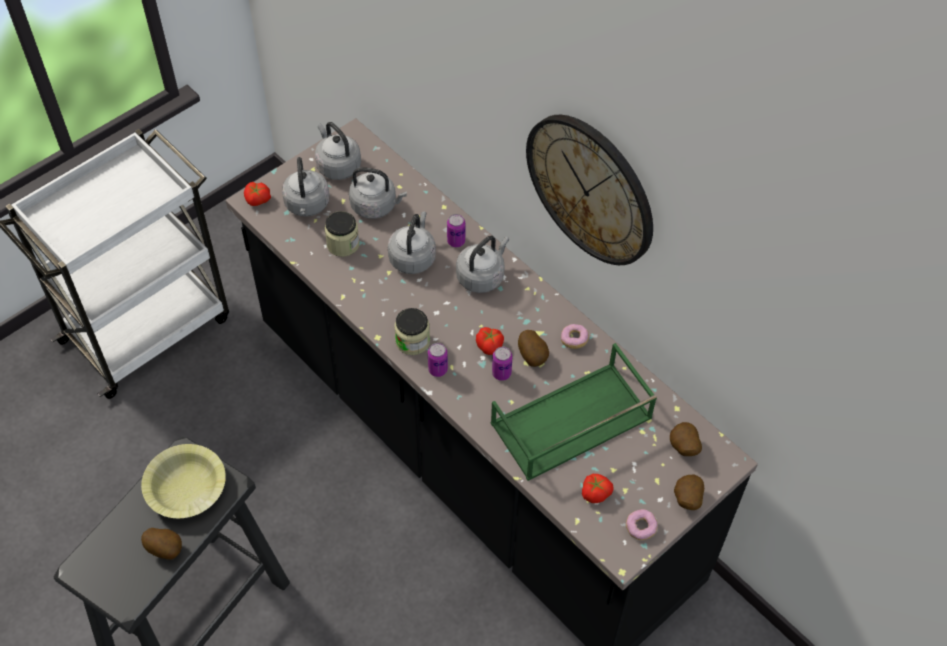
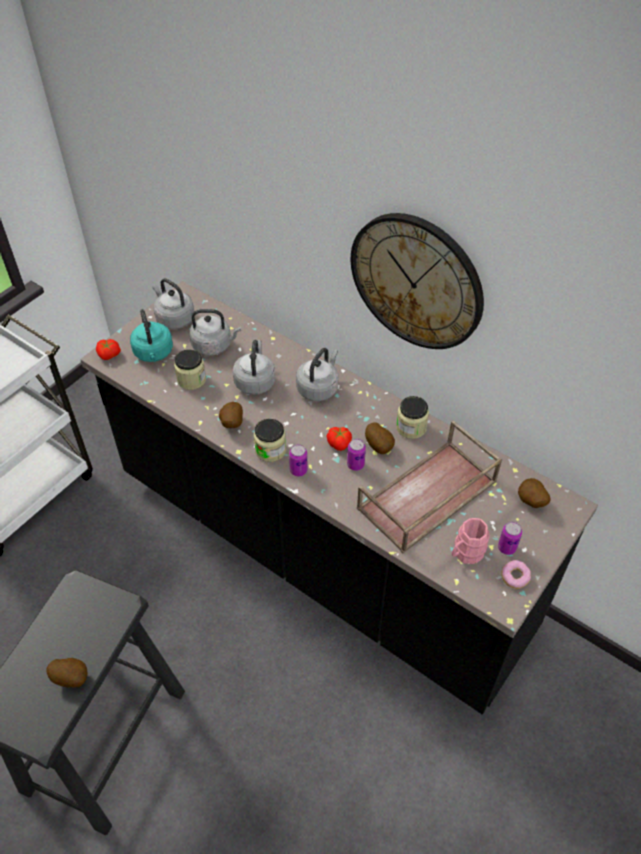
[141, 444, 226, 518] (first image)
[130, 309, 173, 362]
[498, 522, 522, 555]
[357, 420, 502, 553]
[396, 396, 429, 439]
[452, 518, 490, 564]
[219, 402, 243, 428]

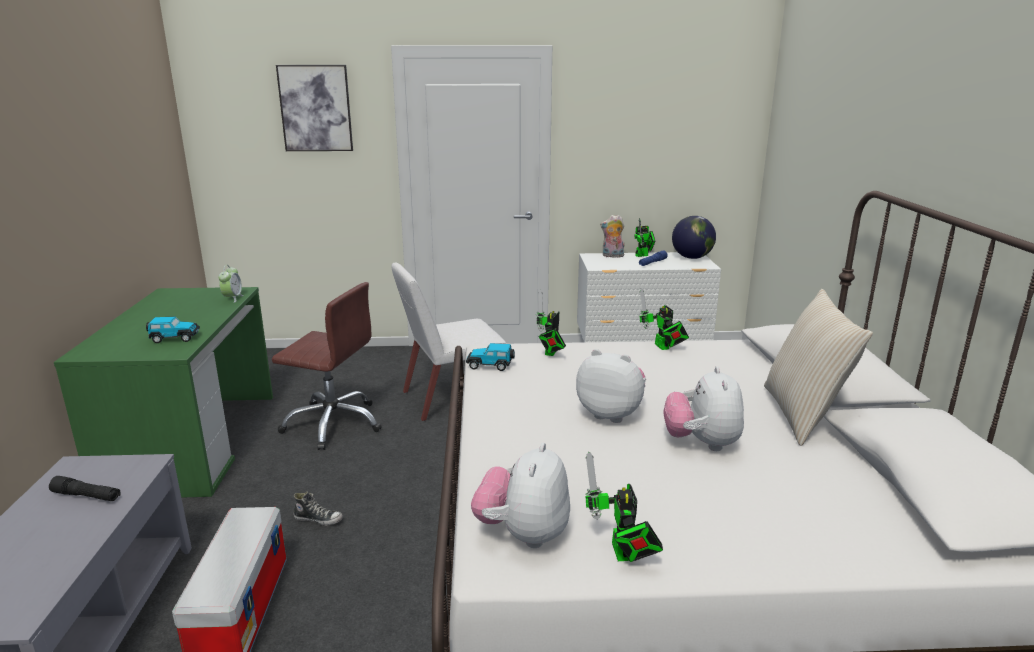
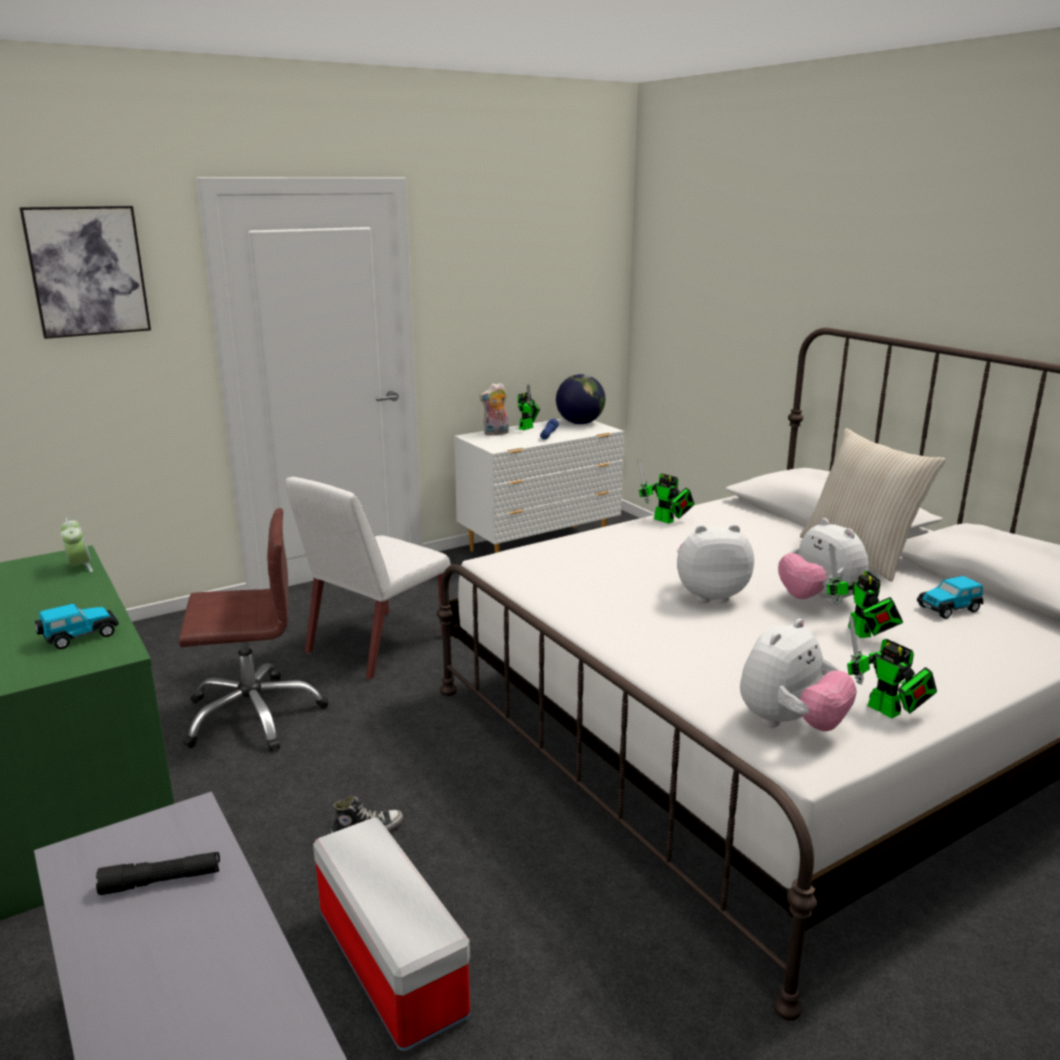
[917, 576, 983, 619]
[740, 618, 857, 731]
[827, 544, 903, 638]

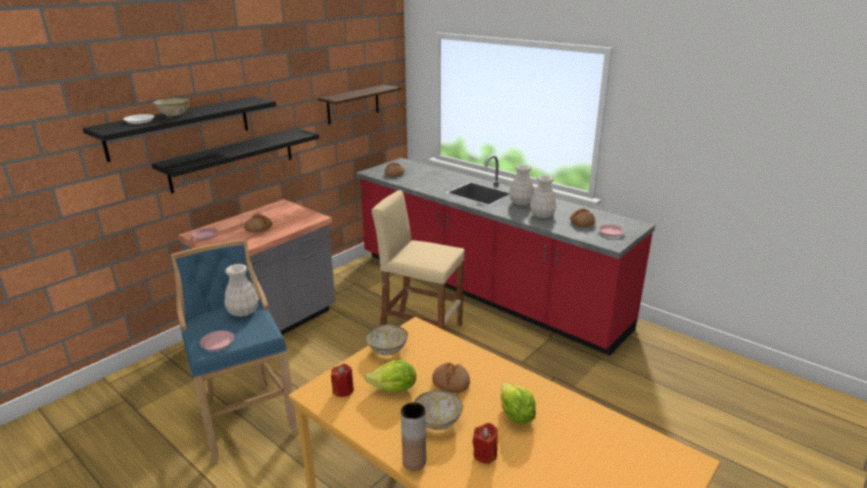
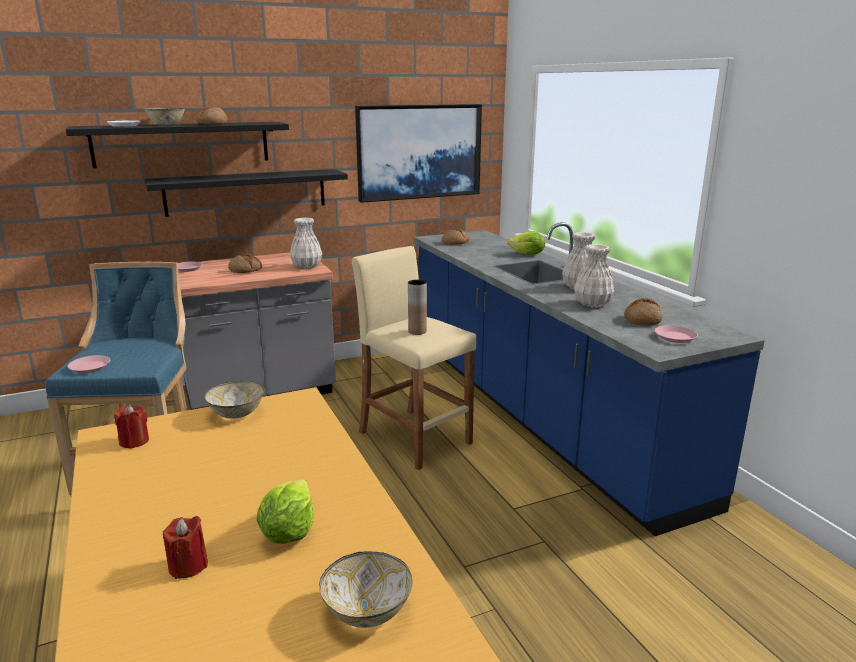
[290, 218, 322, 269]
[355, 104, 482, 203]
[413, 222, 765, 536]
[508, 231, 545, 255]
[408, 280, 427, 335]
[319, 551, 413, 628]
[196, 107, 228, 124]

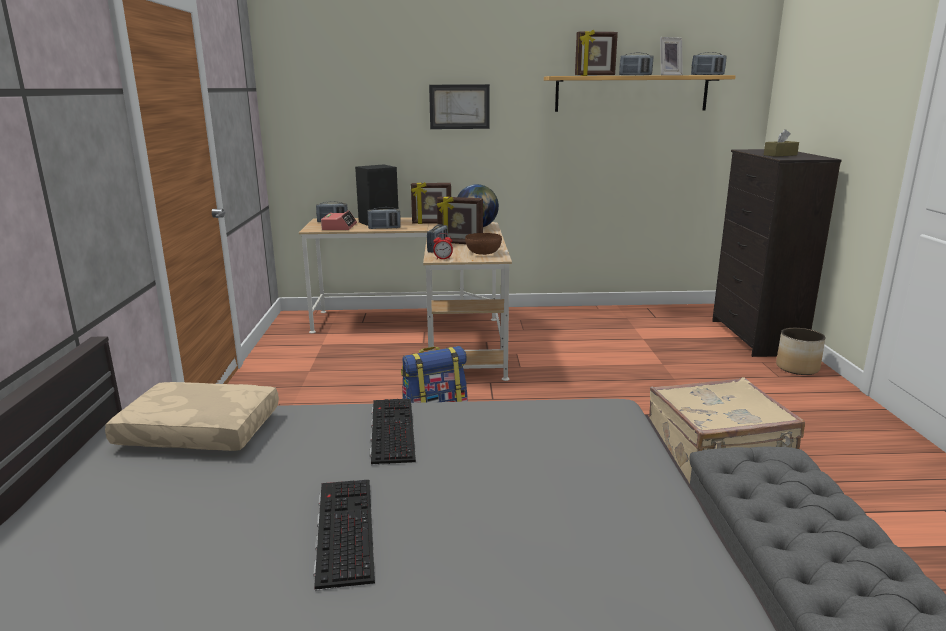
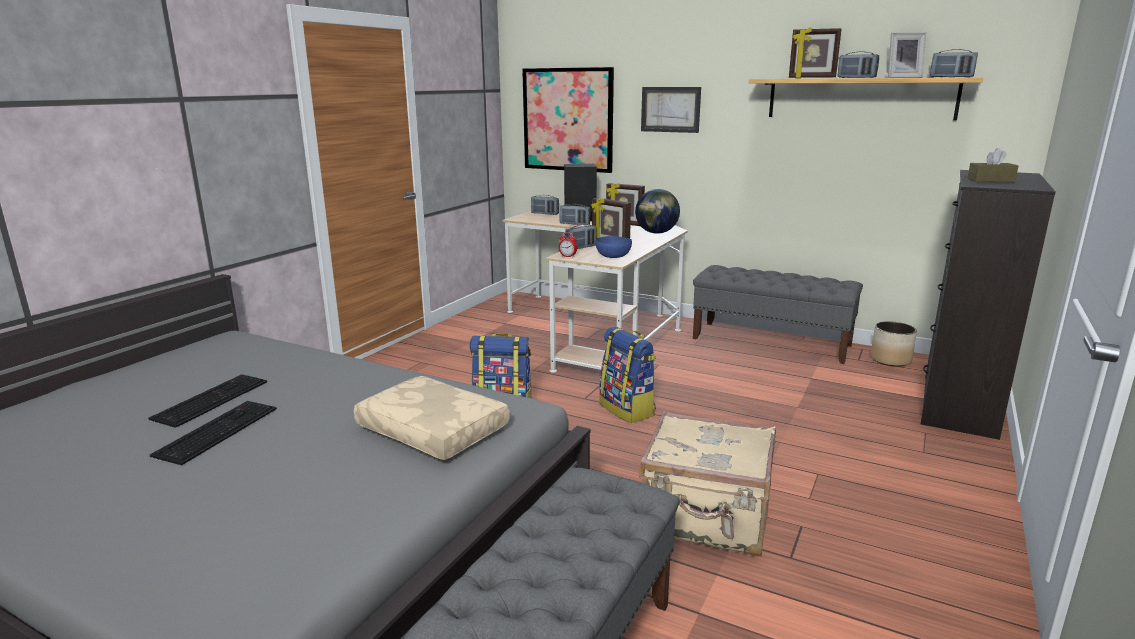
[354, 376, 509, 460]
[321, 210, 357, 230] (first image)
[148, 374, 267, 428]
[595, 236, 632, 258]
[870, 321, 917, 366]
[522, 67, 614, 173]
[599, 327, 656, 423]
[693, 265, 863, 364]

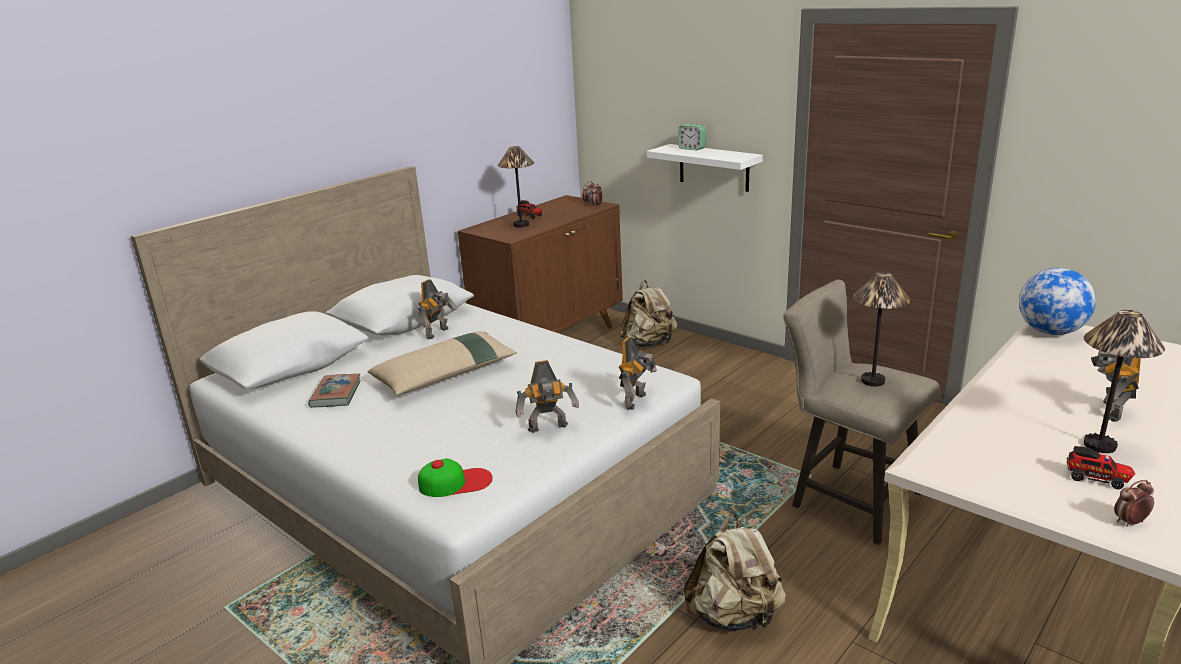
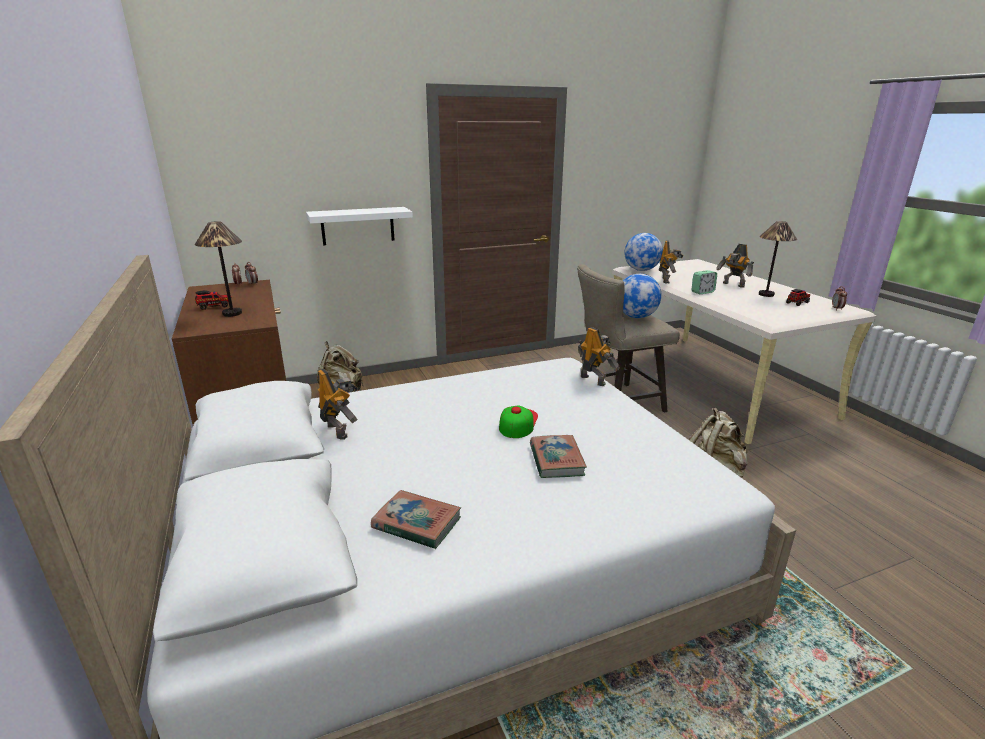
[367, 331, 517, 395] (first image)
[499, 406, 538, 438]
[659, 240, 684, 284]
[691, 270, 717, 294]
[623, 274, 662, 318]
[530, 435, 587, 478]

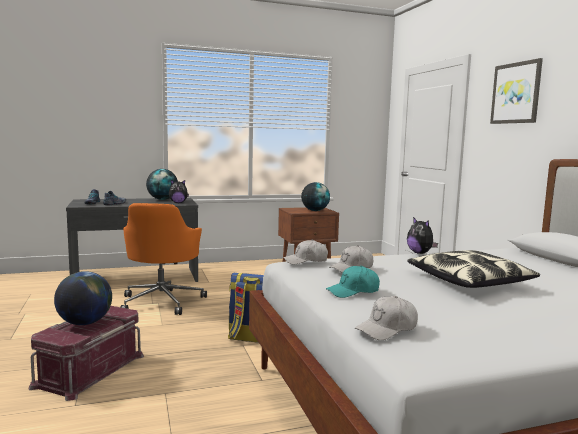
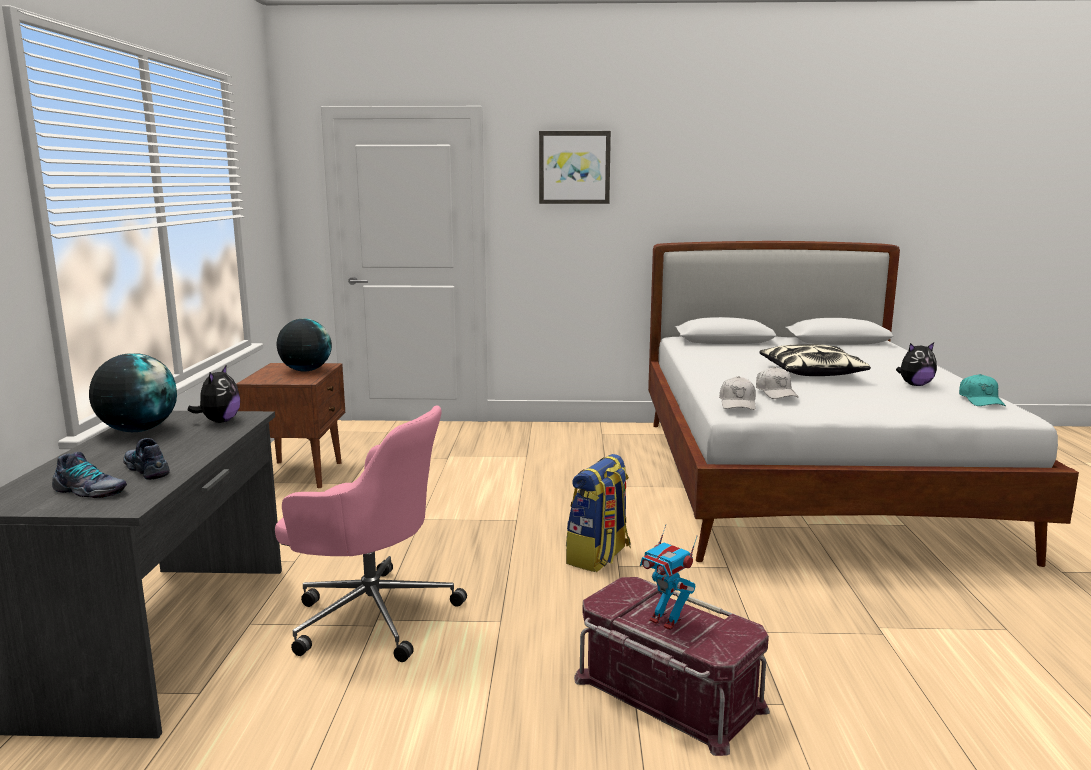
[640, 525, 698, 630]
[275, 406, 467, 662]
[959, 374, 1006, 406]
[355, 296, 418, 340] (first image)
[896, 342, 937, 386]

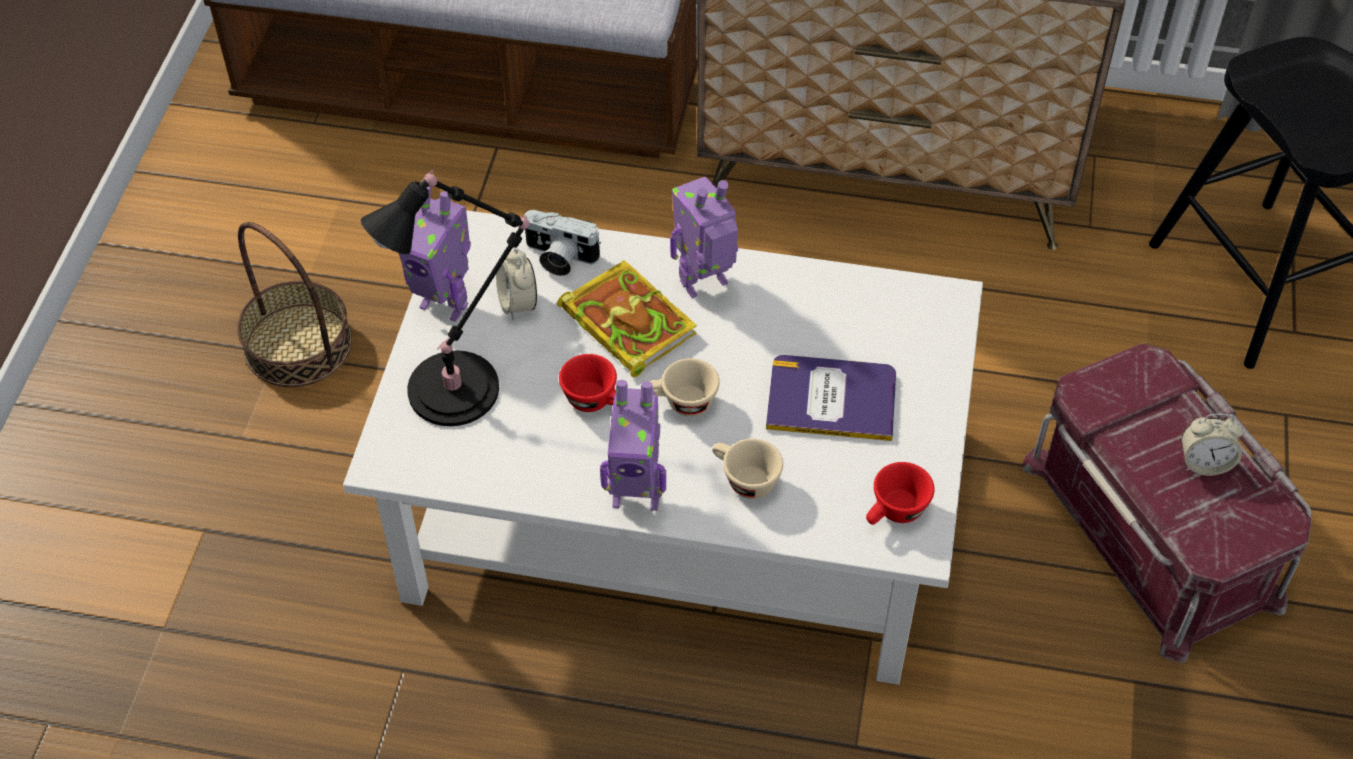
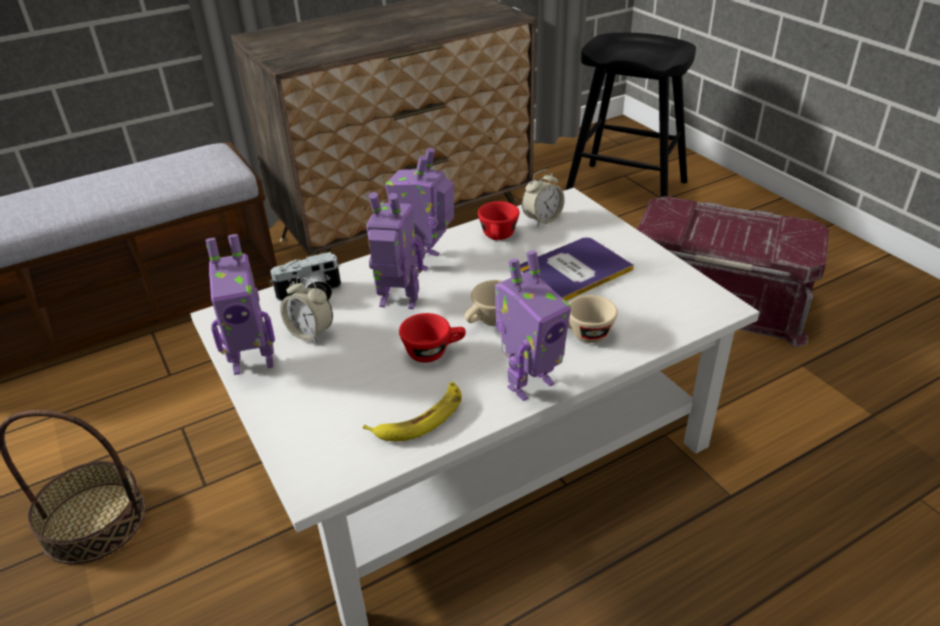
[361, 169, 529, 426] (first image)
[366, 192, 423, 309]
[478, 201, 519, 240]
[522, 170, 565, 227]
[363, 382, 462, 441]

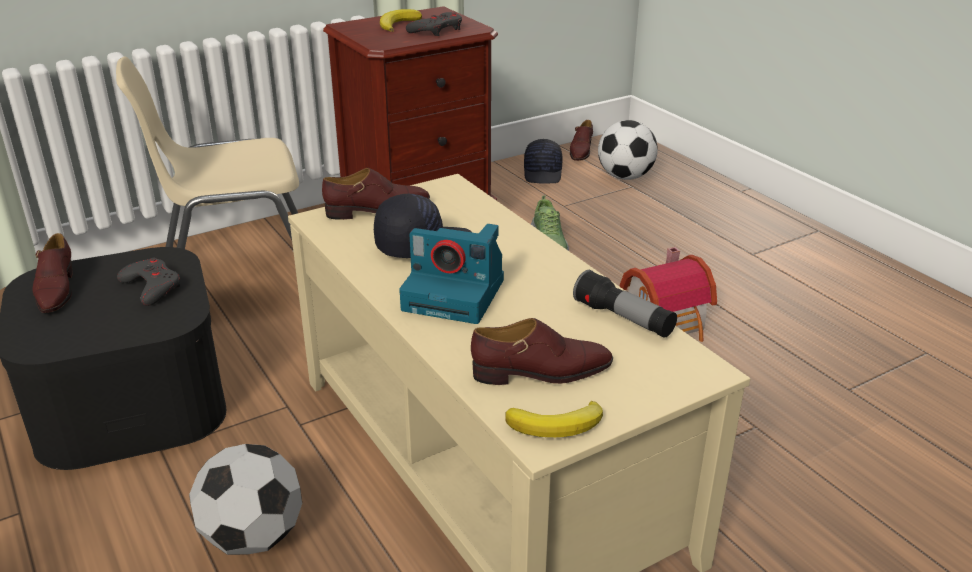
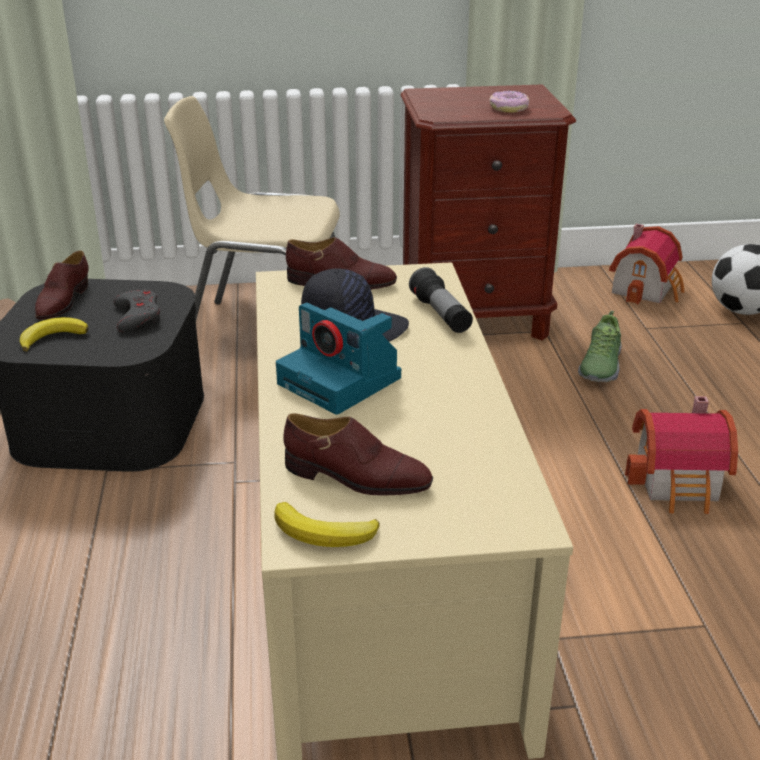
[189, 444, 302, 555] (first image)
[20, 317, 88, 351]
[489, 91, 529, 113]
[609, 224, 684, 304]
[570, 120, 593, 161] (first image)
[409, 267, 473, 333]

